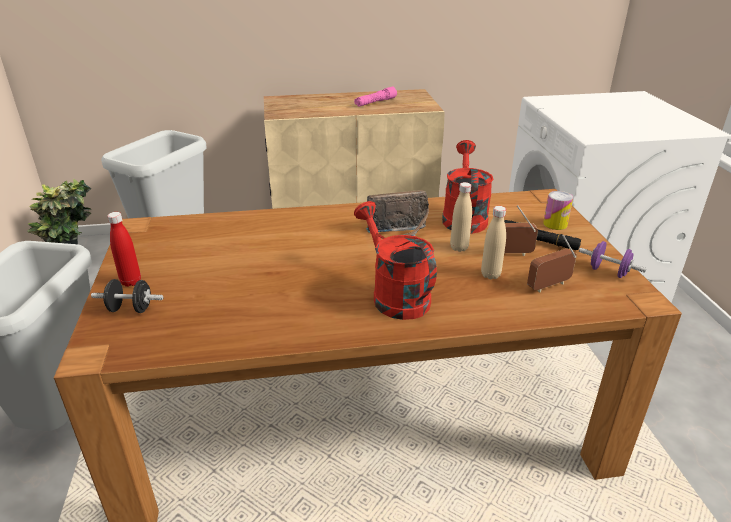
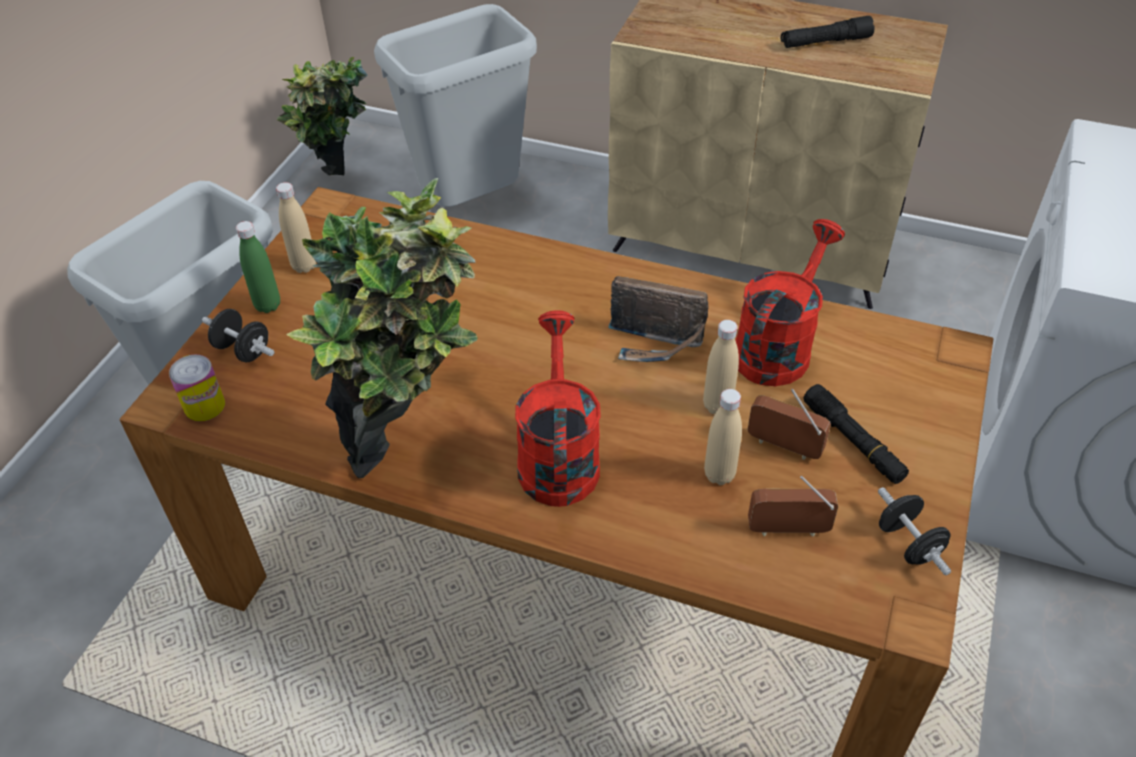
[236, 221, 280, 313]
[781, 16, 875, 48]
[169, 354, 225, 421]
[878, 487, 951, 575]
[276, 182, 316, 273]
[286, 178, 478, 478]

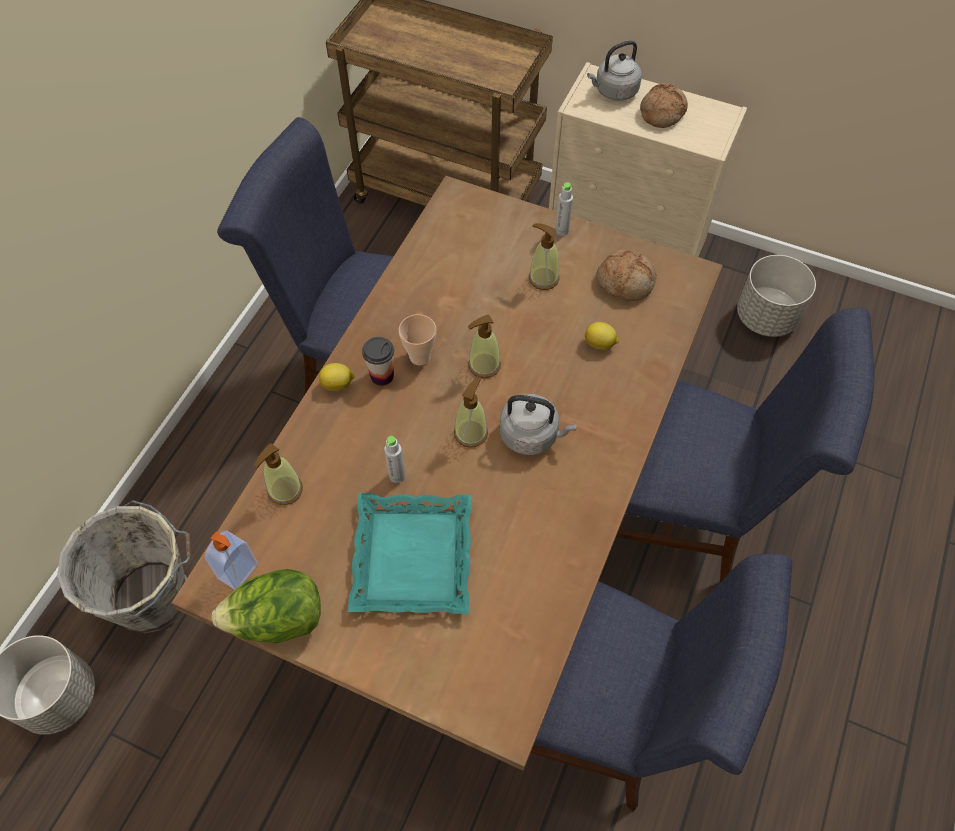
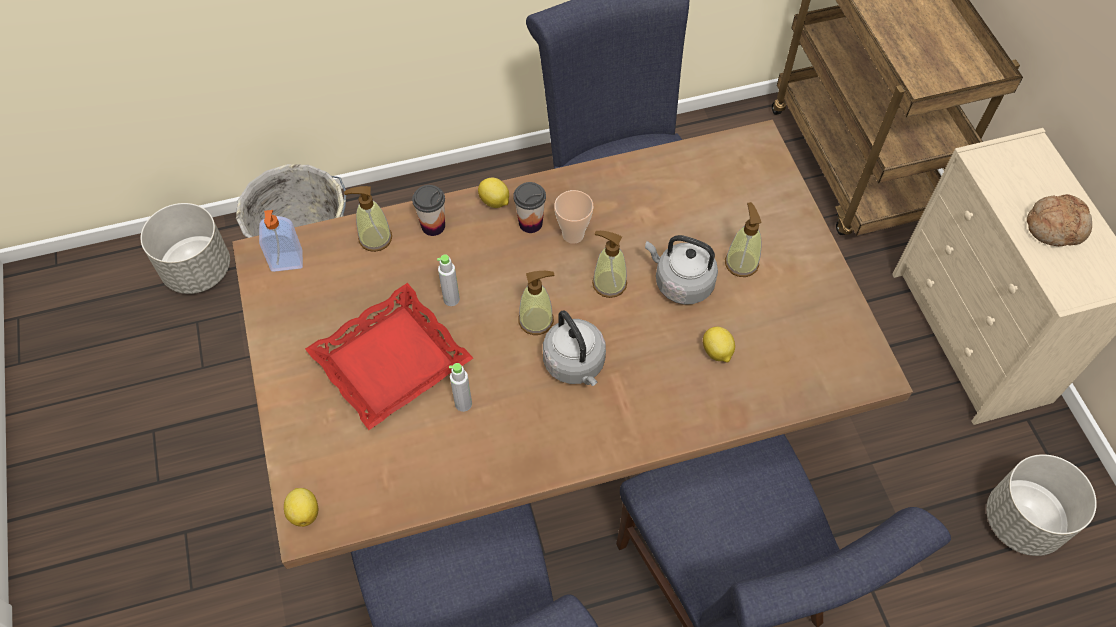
[212, 569, 321, 643] (first image)
[305, 283, 473, 430]
[449, 363, 472, 412]
[645, 235, 718, 305]
[596, 250, 656, 301] (first image)
[284, 488, 318, 527]
[412, 185, 445, 236]

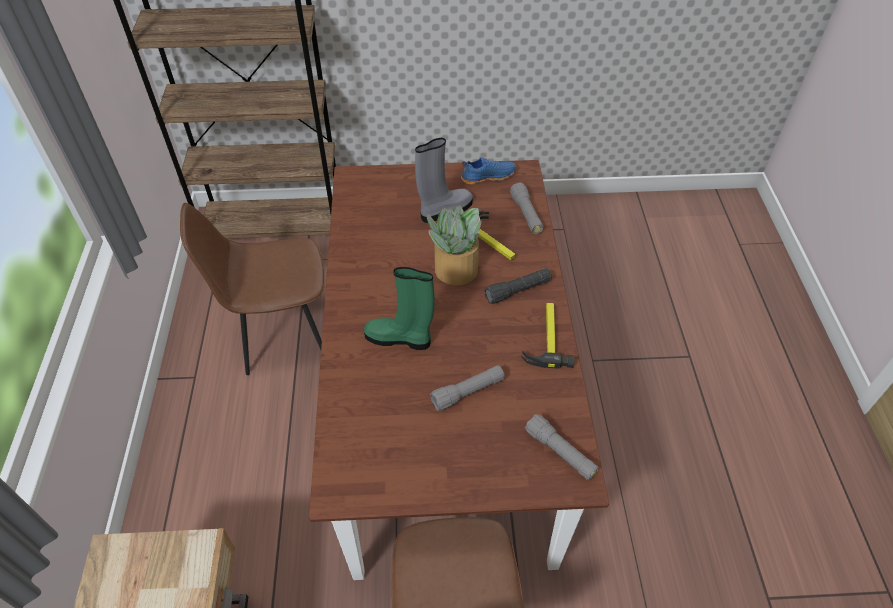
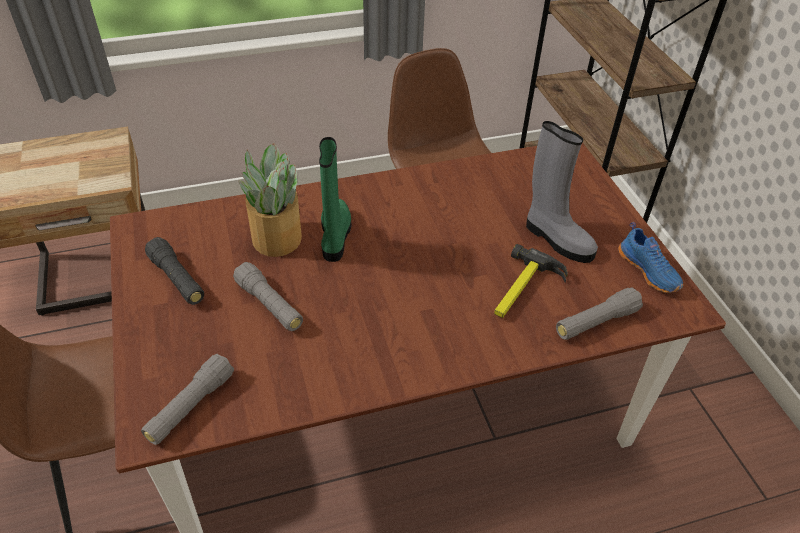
[239, 143, 302, 257]
[145, 237, 204, 305]
[522, 303, 574, 368] (first image)

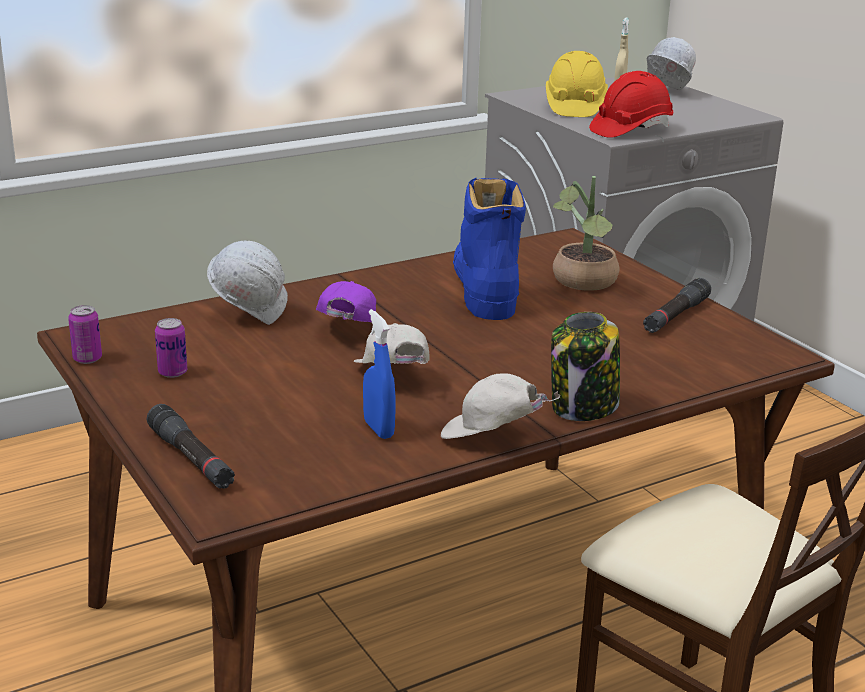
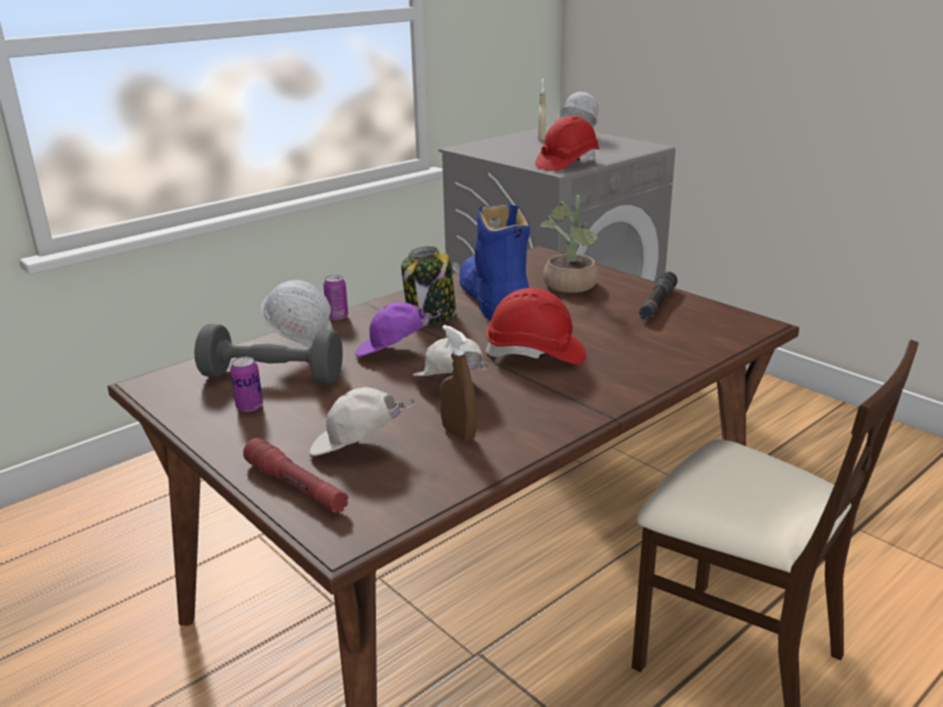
[323, 275, 348, 320]
[243, 438, 349, 513]
[356, 302, 441, 357]
[440, 325, 477, 442]
[309, 387, 416, 456]
[546, 51, 608, 117] (first image)
[401, 246, 456, 326]
[194, 324, 343, 384]
[485, 288, 586, 365]

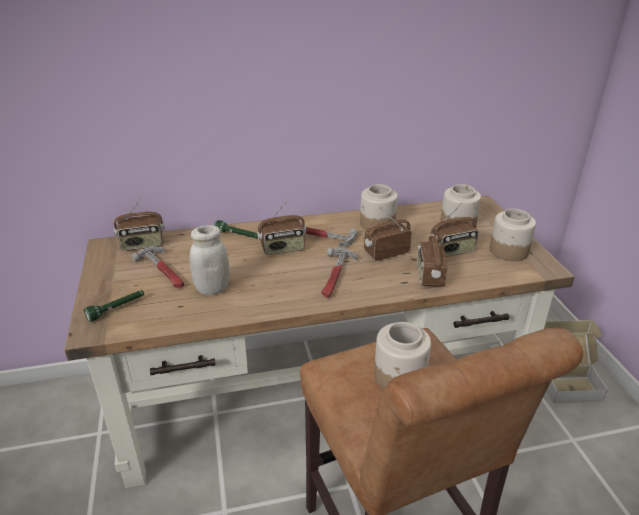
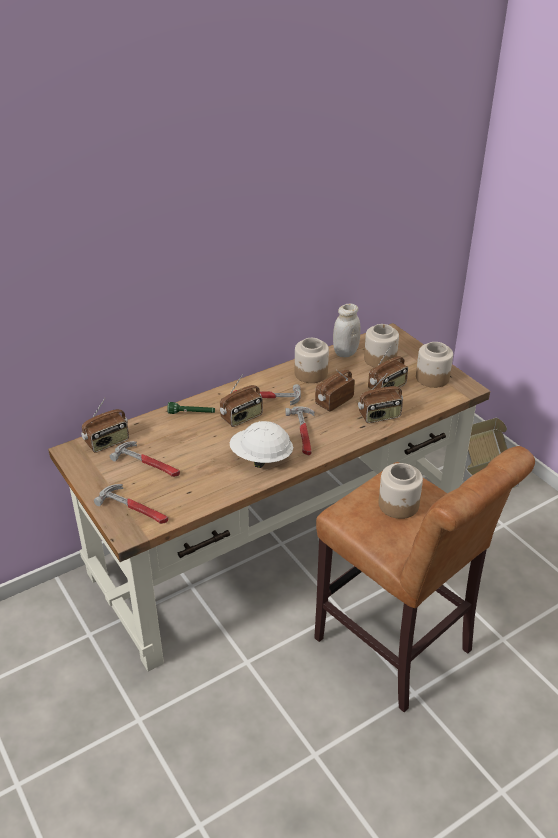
[94, 484, 168, 524]
[333, 304, 360, 357]
[358, 373, 403, 423]
[230, 421, 293, 468]

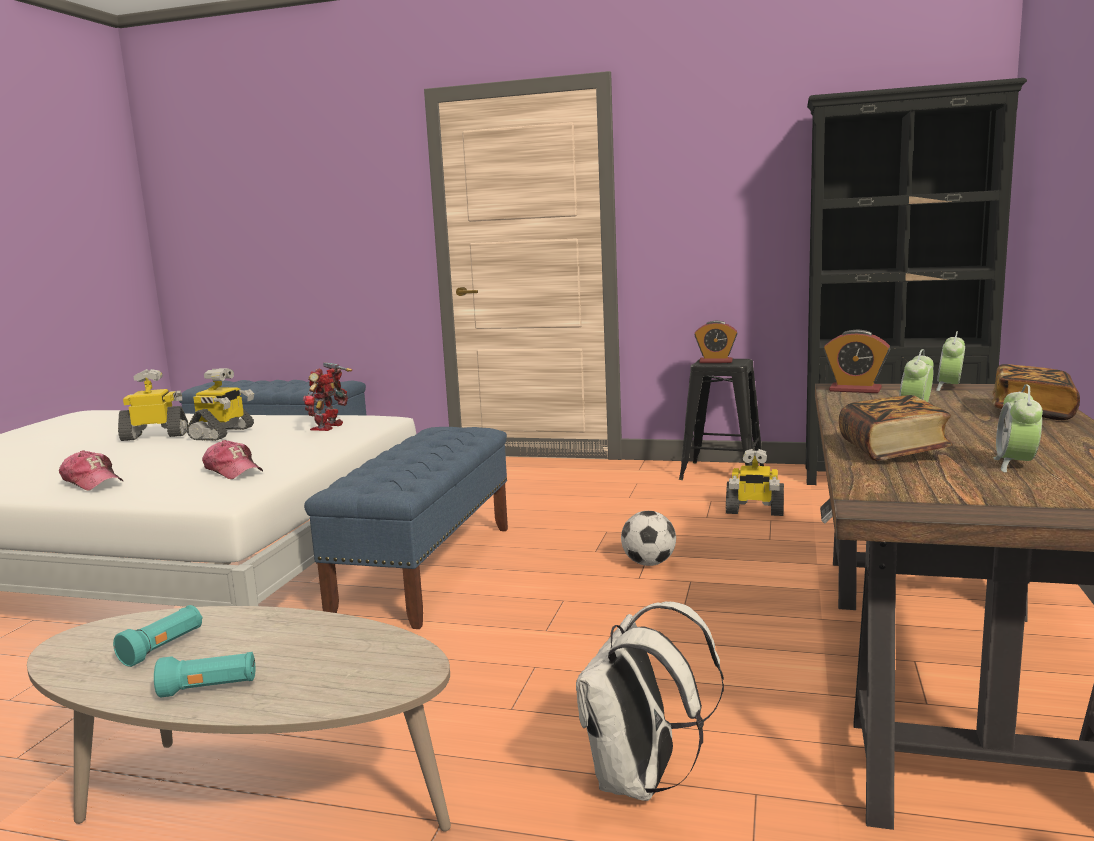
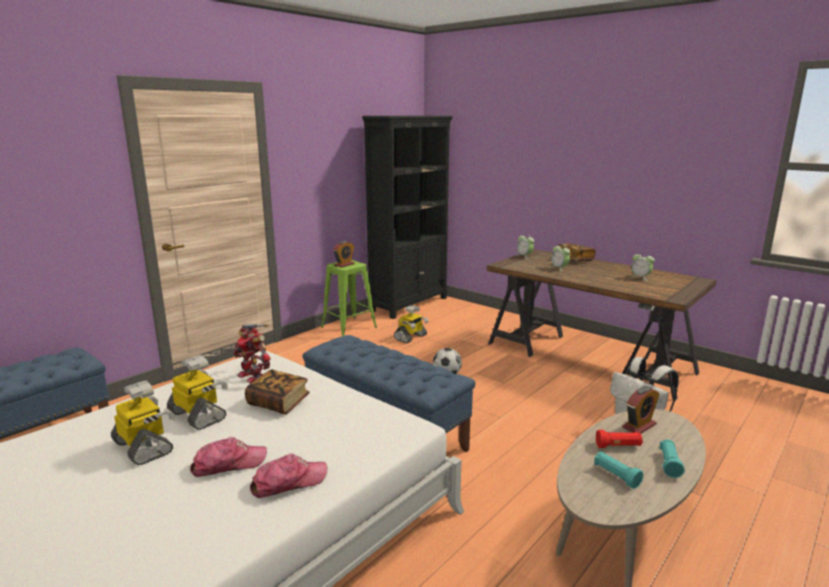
[111, 381, 175, 465]
[190, 437, 267, 477]
[321, 260, 377, 336]
[622, 386, 659, 433]
[245, 369, 310, 415]
[596, 430, 643, 448]

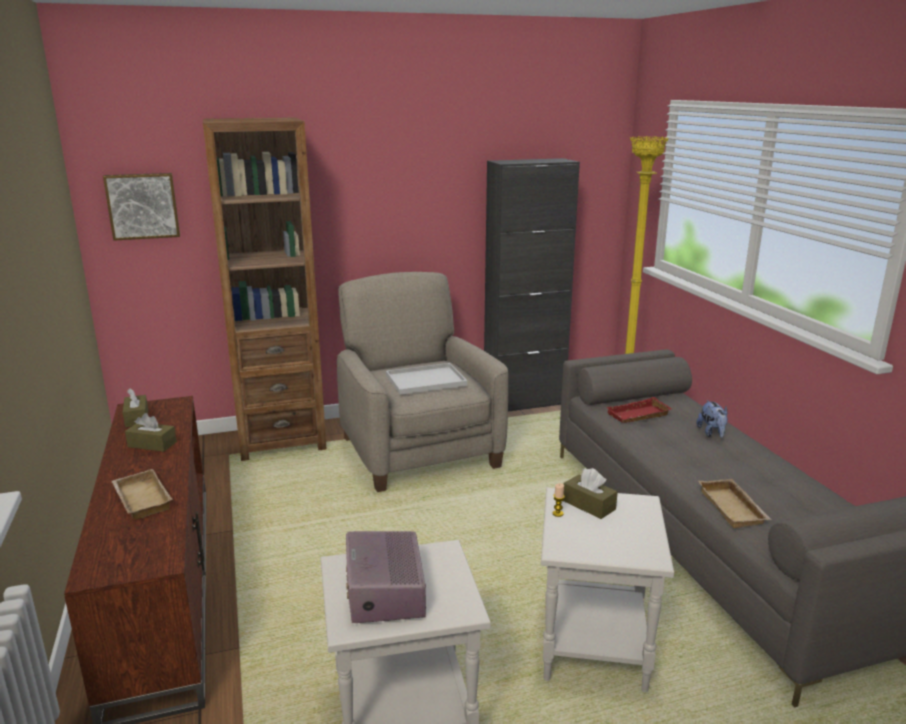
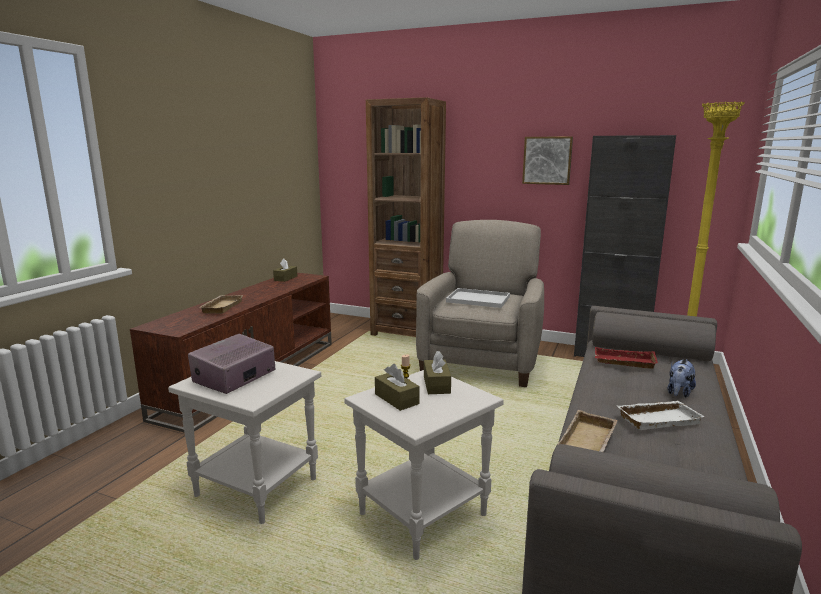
[522, 136, 573, 185]
[375, 364, 420, 411]
[617, 401, 704, 430]

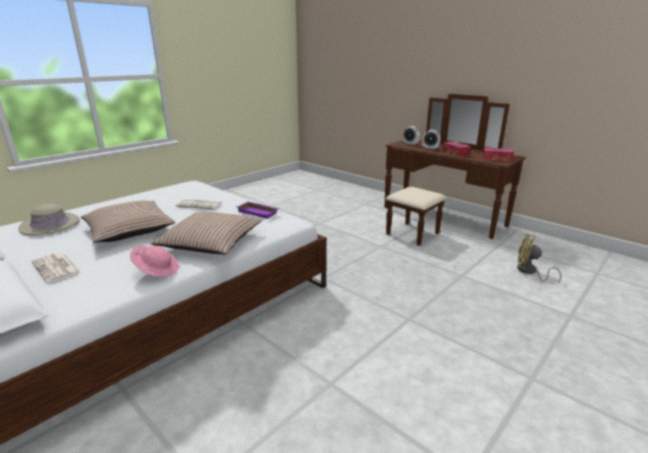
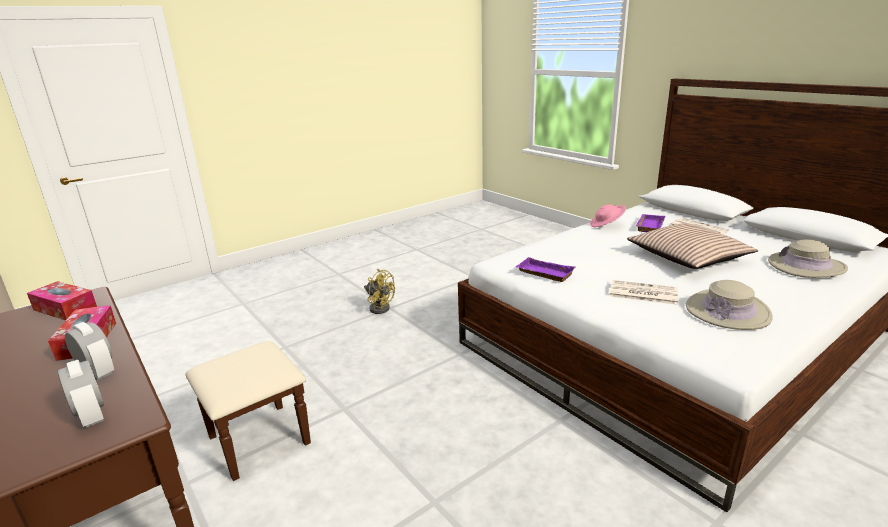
[150, 212, 262, 255] (first image)
[364, 269, 395, 314]
[636, 214, 665, 232]
[686, 280, 773, 330]

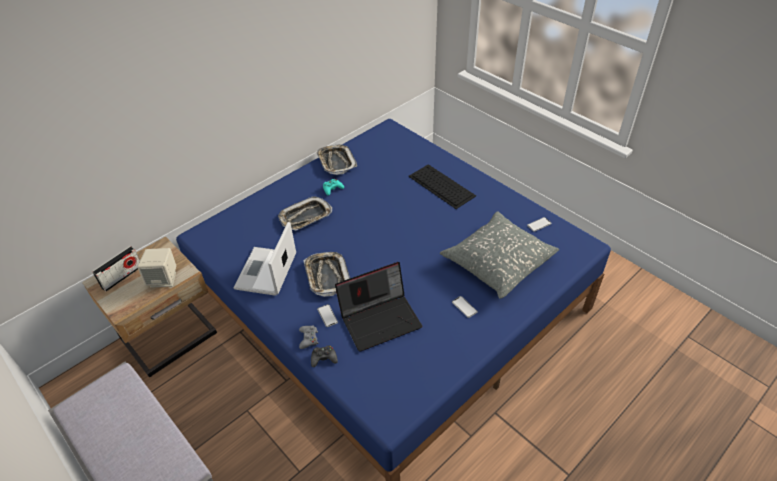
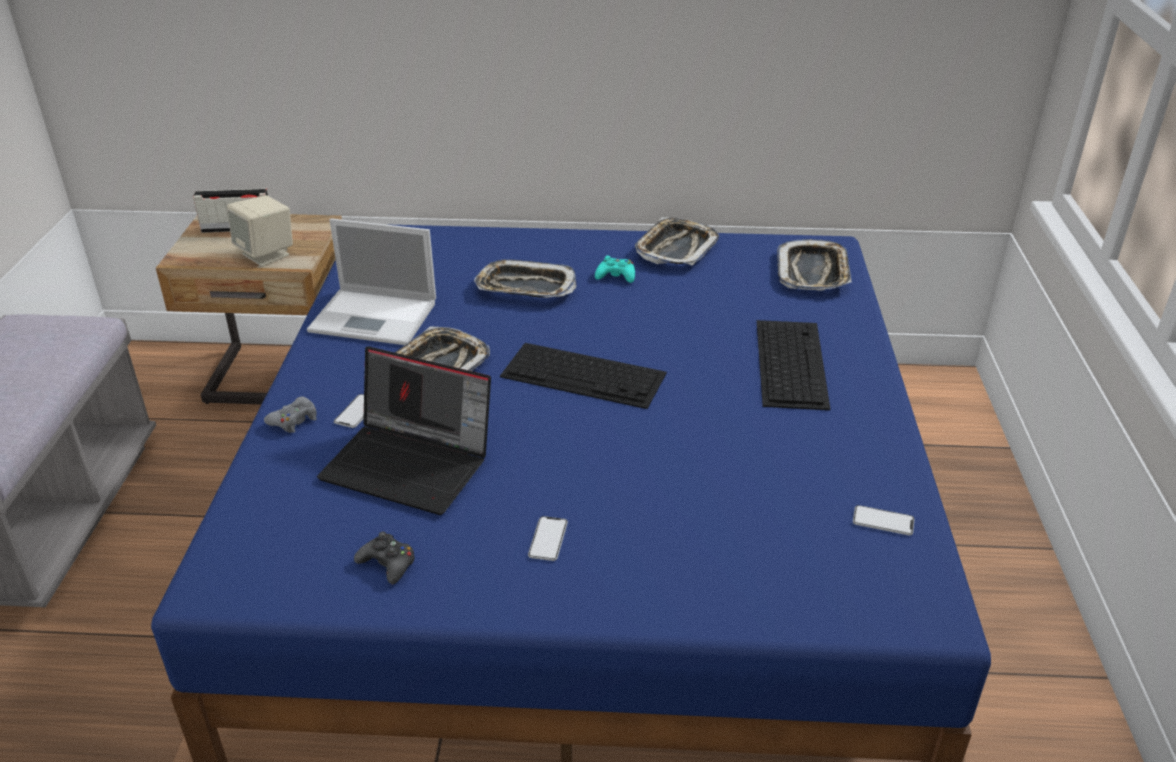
[307, 218, 436, 345]
[354, 532, 415, 584]
[440, 211, 559, 299] (first image)
[500, 343, 667, 409]
[777, 239, 852, 291]

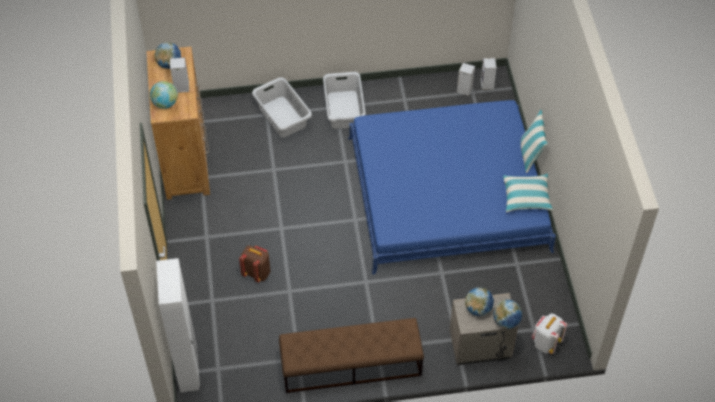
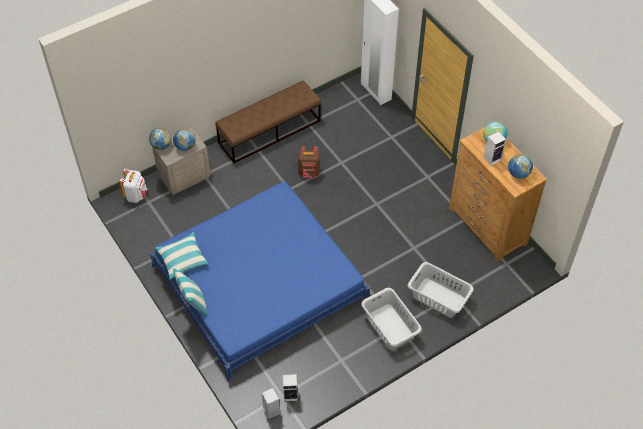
[298, 146, 320, 178]

